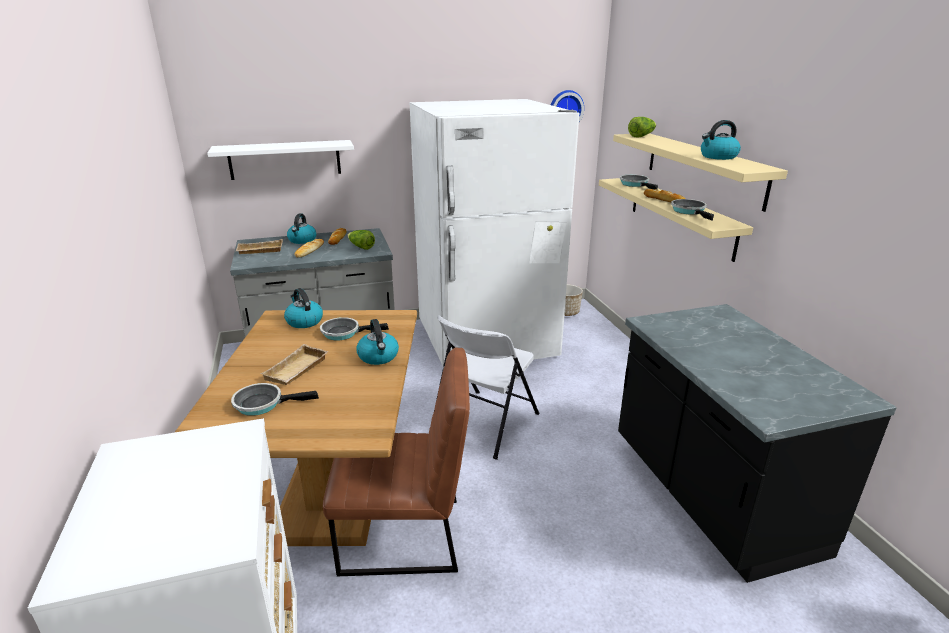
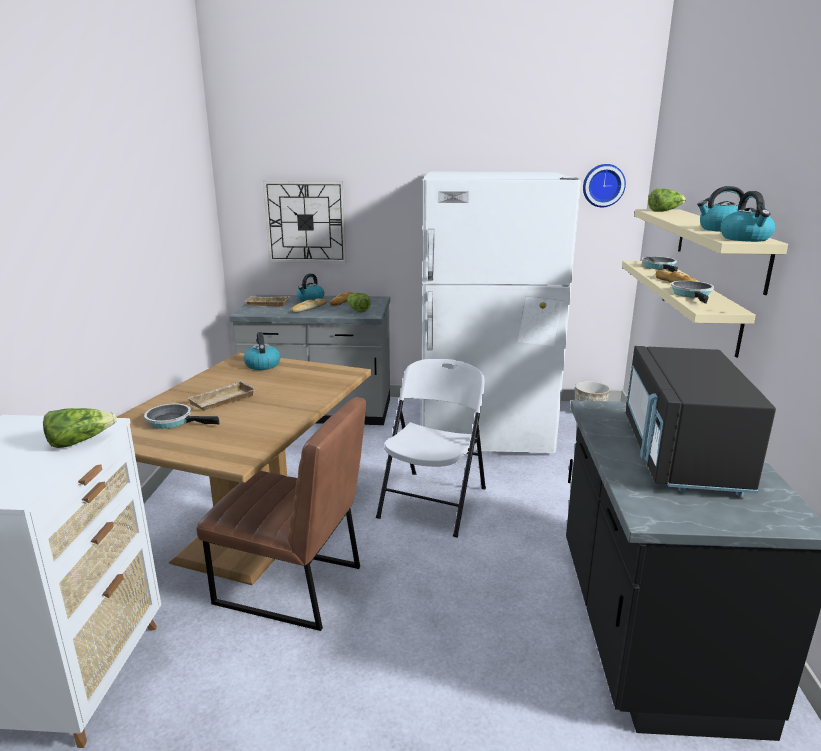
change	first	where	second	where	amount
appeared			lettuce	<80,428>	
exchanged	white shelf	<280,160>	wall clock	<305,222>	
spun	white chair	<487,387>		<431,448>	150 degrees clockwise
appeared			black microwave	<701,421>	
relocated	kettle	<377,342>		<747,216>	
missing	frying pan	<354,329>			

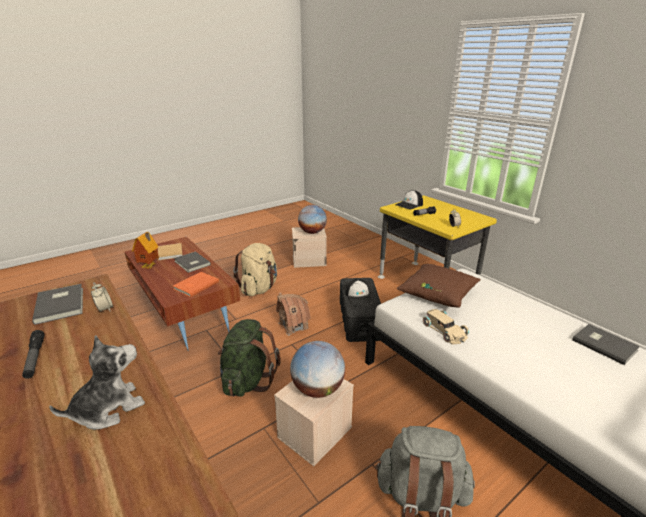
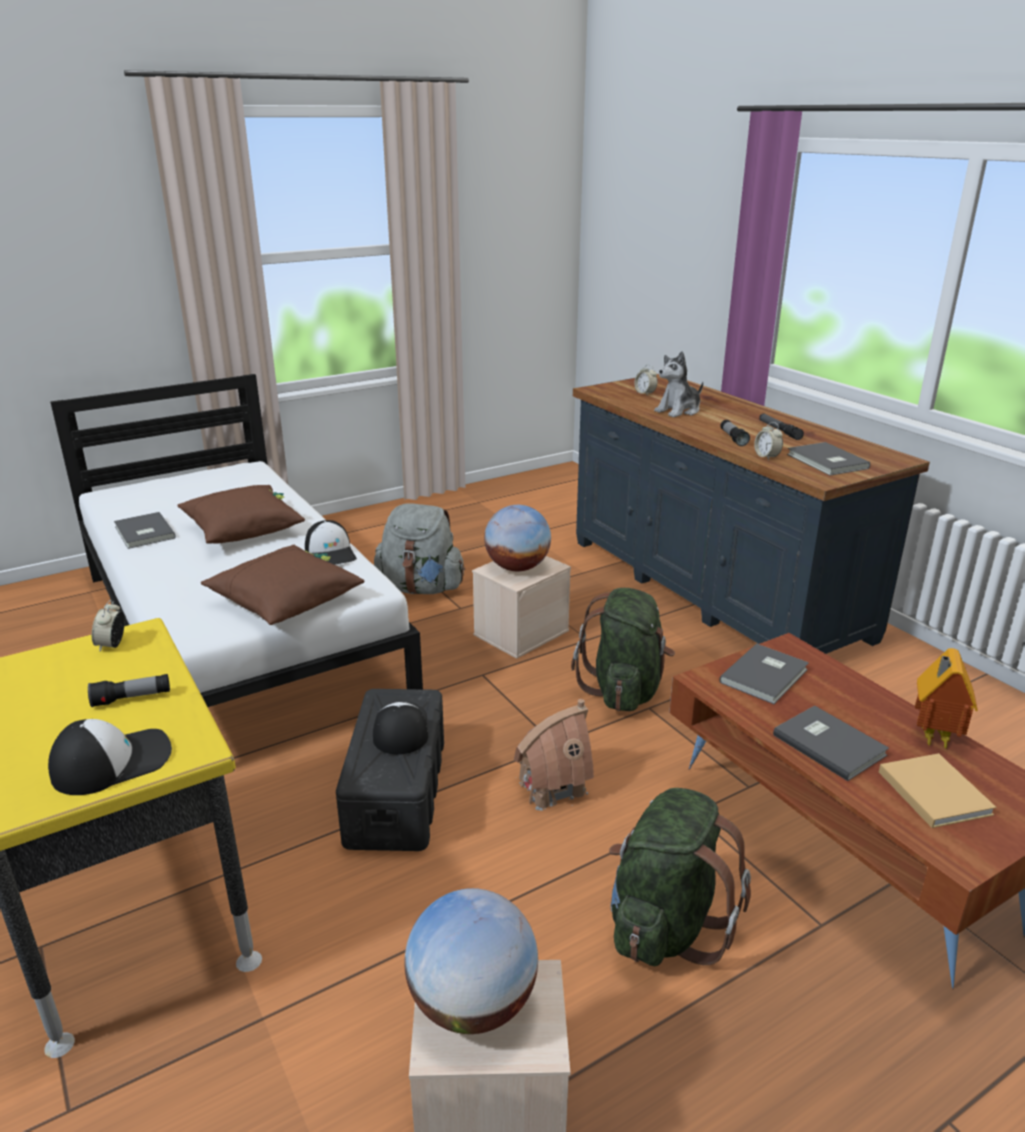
change	first	where	second	where	amount
appeared			brown pillow	<241,514>	
exchanged	beige toy car	<446,327>	cap	<331,542>	
colour	beige backpack	<255,269>	green backpack	<680,877>	
appeared			alarm clock	<645,380>	
colour	orange book	<196,284>	grey book	<764,673>	
appeared			flashlight	<735,433>	

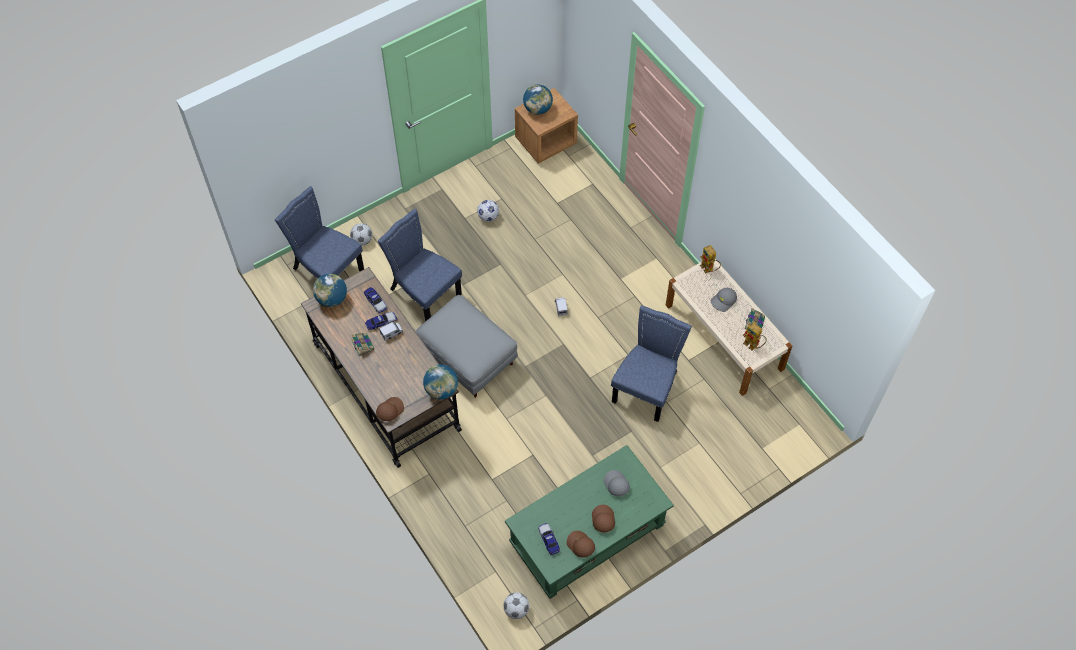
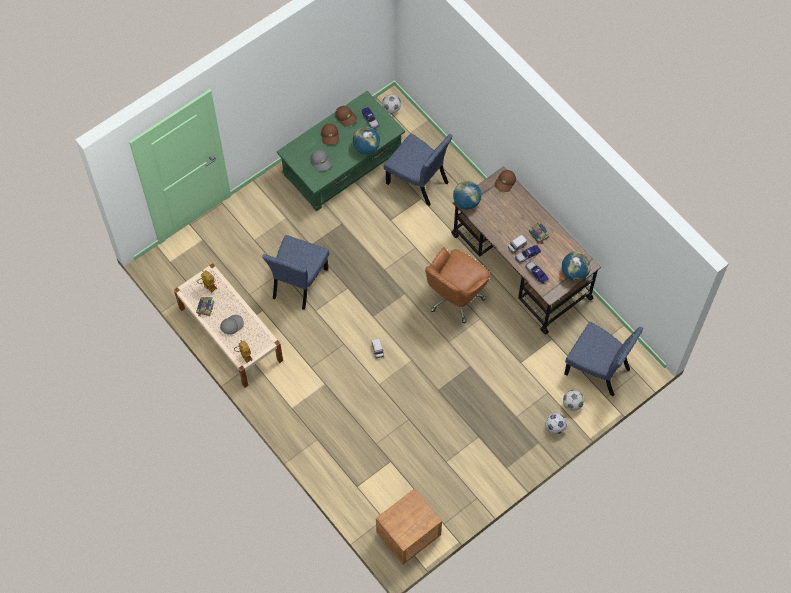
change	first	where	second	where	amount
relocated	globe	<538,100>		<366,140>	
relocated	blue chair	<420,265>		<418,169>	
exchanged	grey ottoman	<466,346>	brown office chair	<457,285>	
relocated	football	<488,211>		<556,423>	

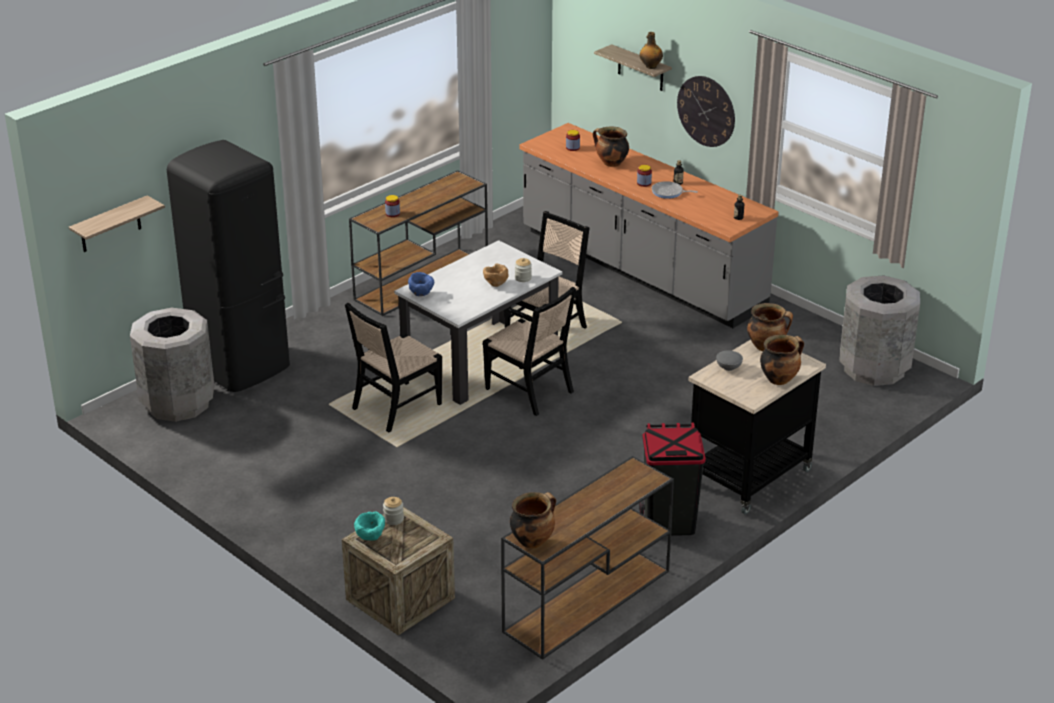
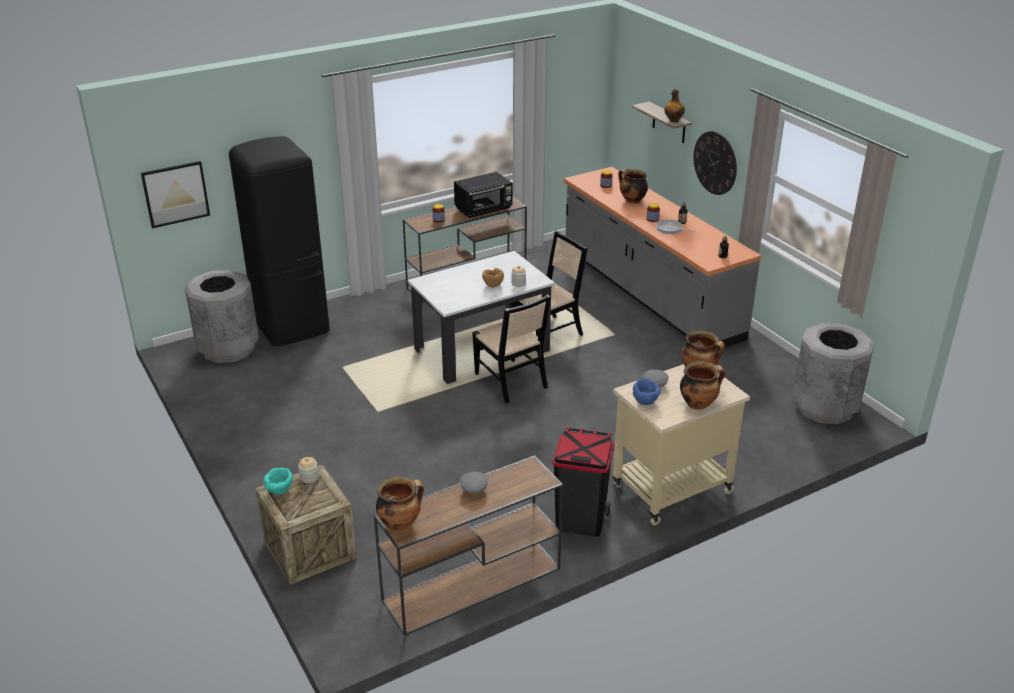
change	first	where	second	where	amount
exchanged	shelf	<117,223>	picture	<175,194>	
appeared			black microwave	<483,195>	
appeared			grey bowl	<474,483>	
colour	black cart	<757,427>	beige cart	<681,444>	
relocated	blue bowl	<421,284>		<647,391>	
missing	chair	<393,368>			

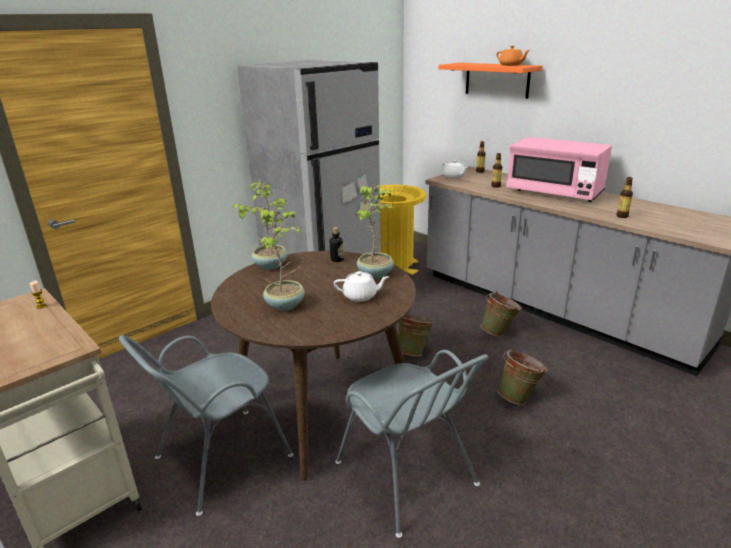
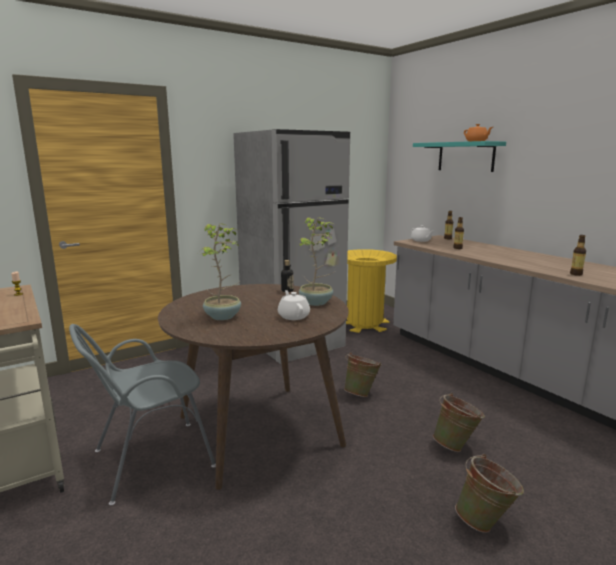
change	first	where	second	where	amount
spun	white teapot	<361,286>		<294,305>	120 degrees counterclockwise
colour	orange shelf	<490,81>	turquoise shelf	<459,156>	
relocated	green bucket	<501,314>		<489,493>	
missing	potted plant	<260,225>			
missing	grey chair	<411,444>			
missing	pink microwave	<559,169>			

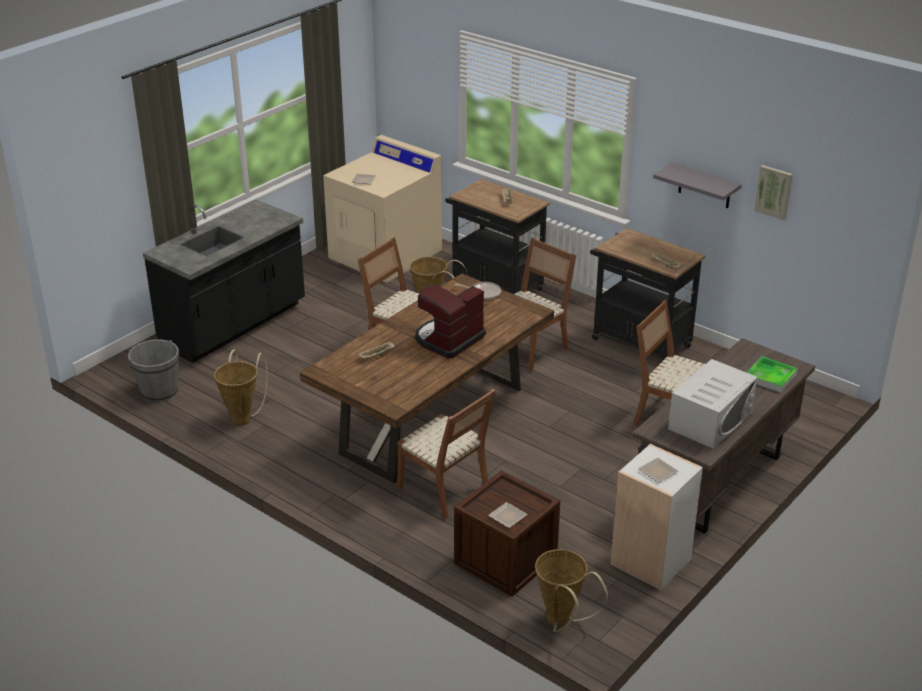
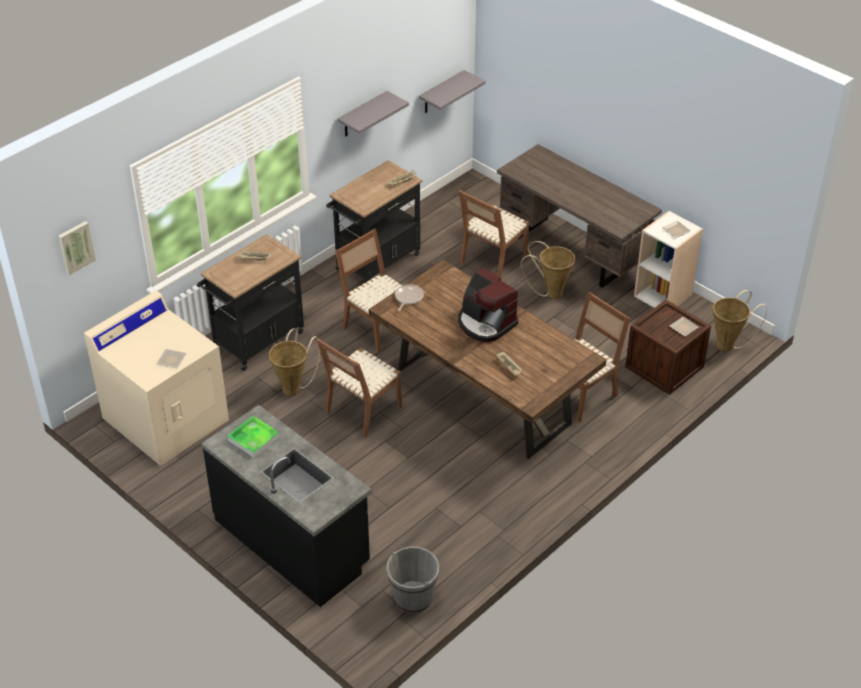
change	first	where	second	where	amount
relocated	picture	<773,192>		<77,248>	
relocated	tray	<772,374>		<253,437>	
appeared			grey shelf	<452,91>	
relocated	basket	<241,387>		<548,270>	
missing	white microwave	<712,404>			

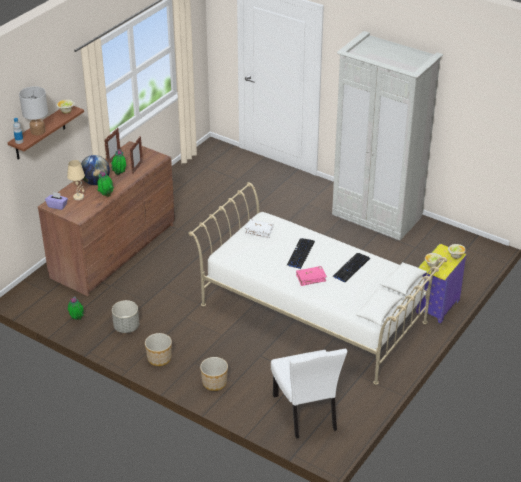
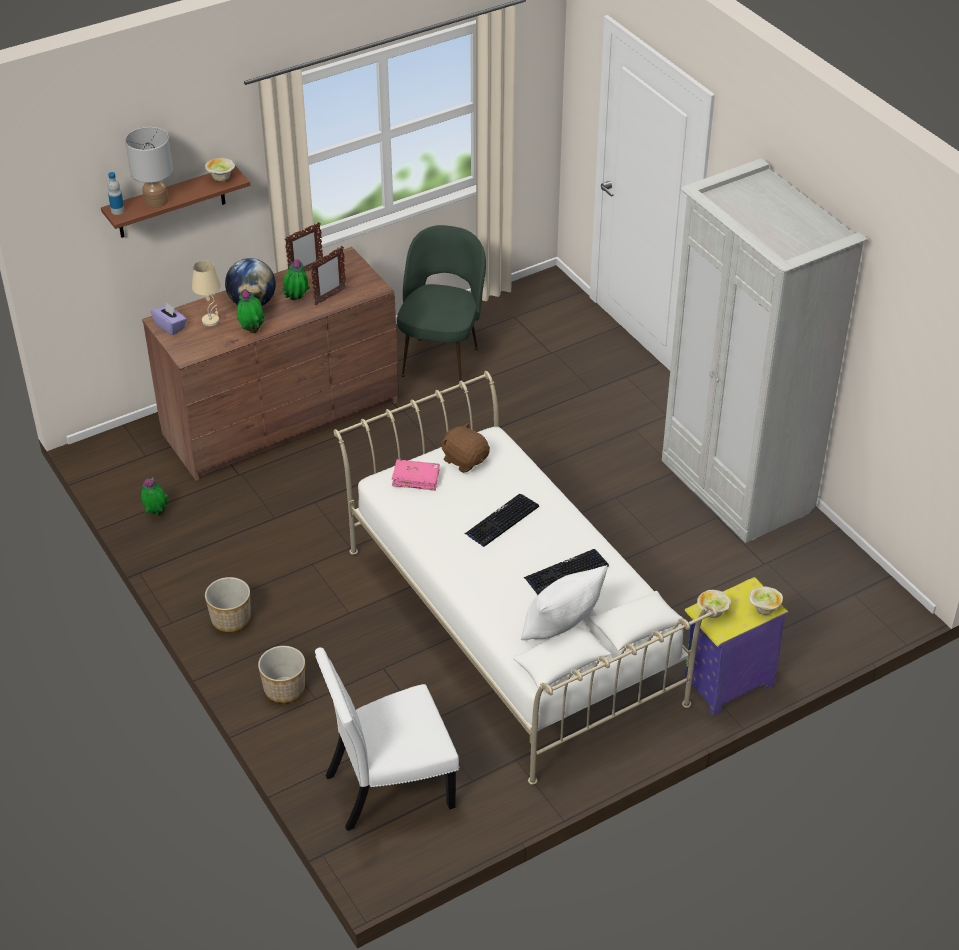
change	first	where	second	where	amount
spun	white chair	<309,394>		<387,739>	60 degrees clockwise
relocated	pink book	<311,276>		<416,475>	
appeared			green chair	<441,303>	
exchanged	white book	<259,228>	brown plush toy	<465,448>	
appeared			white pillow	<564,602>	
missing	grey planter	<125,316>			

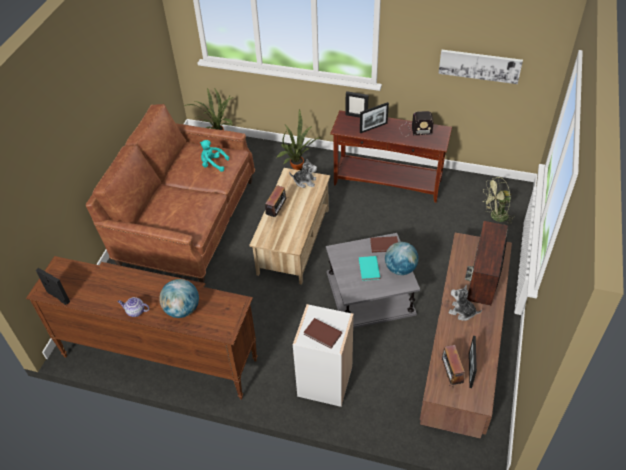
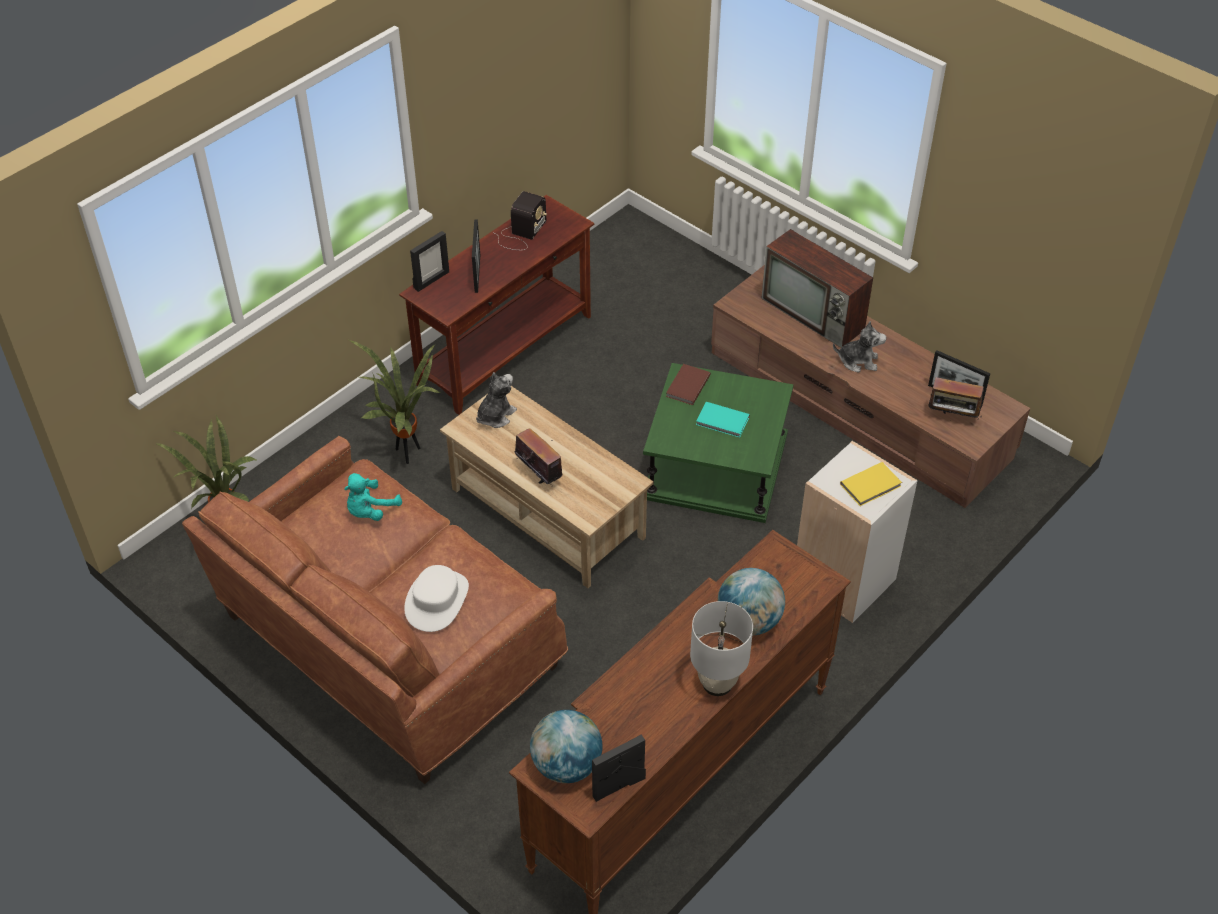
change	first	where	second	where	amount
appeared			white hat	<436,598>	
relocated	globe	<402,258>		<566,746>	
colour	grey side table	<373,280>	green side table	<718,443>	
exchanged	teapot	<133,307>	white table lamp	<721,648>	
spun	plush toy	<465,302>		<860,347>	135 degrees counterclockwise
colour	brown book	<322,333>	yellow book	<871,484>	
missing	picture	<480,67>			
missing	green fan	<499,201>			

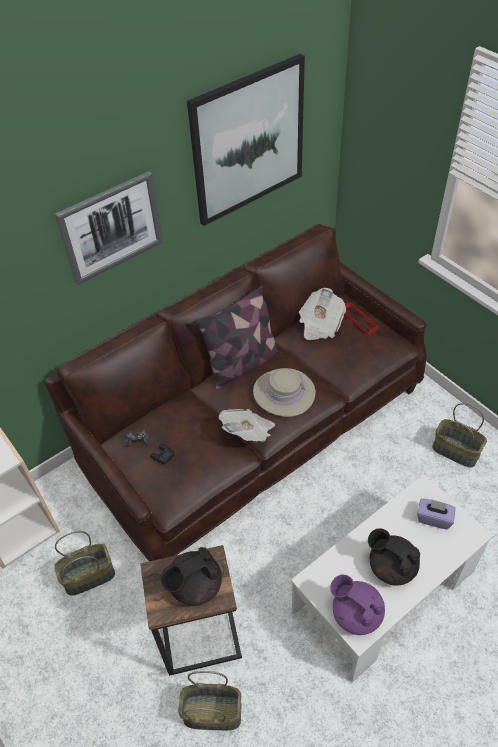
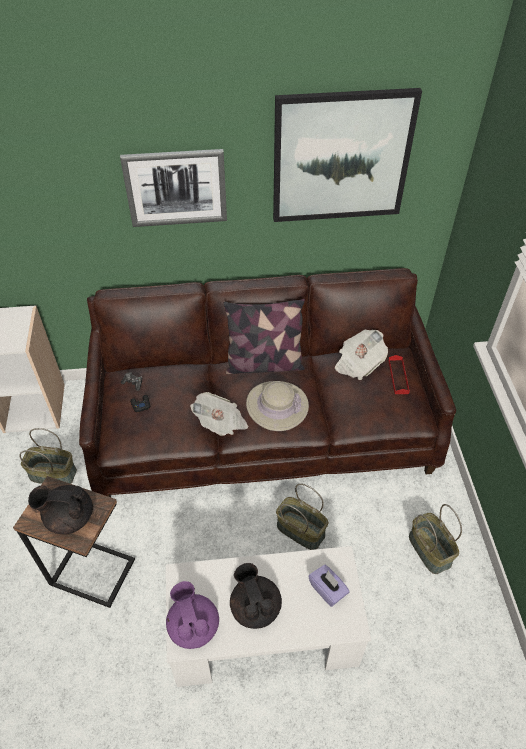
change	first	where	second	where	amount
relocated	basket	<210,700>		<302,516>	

